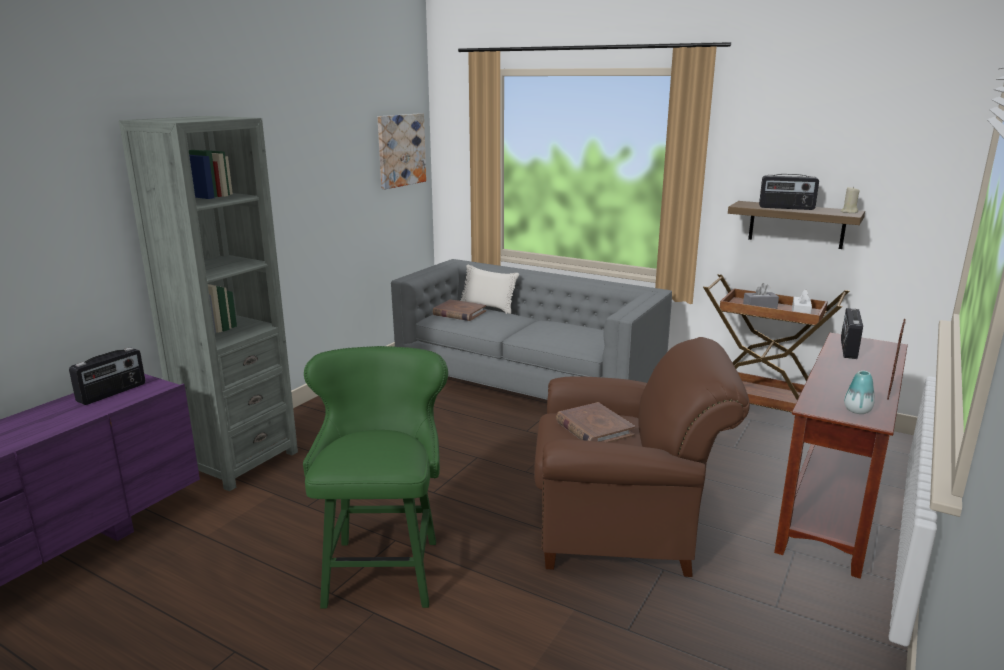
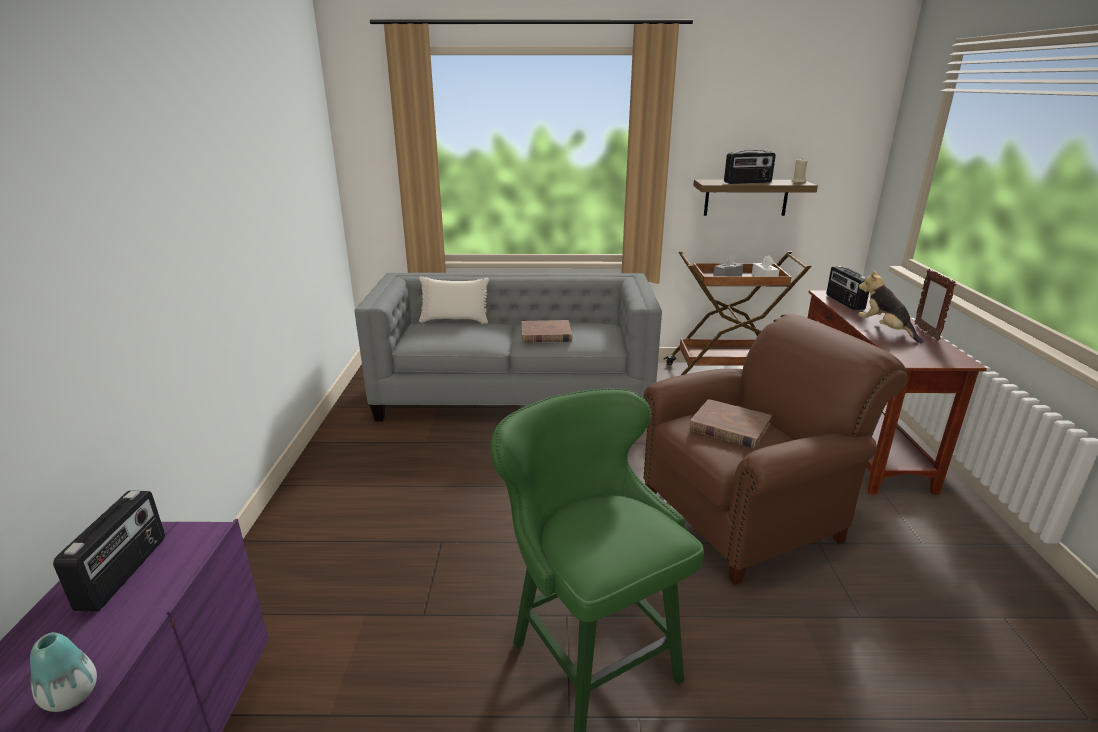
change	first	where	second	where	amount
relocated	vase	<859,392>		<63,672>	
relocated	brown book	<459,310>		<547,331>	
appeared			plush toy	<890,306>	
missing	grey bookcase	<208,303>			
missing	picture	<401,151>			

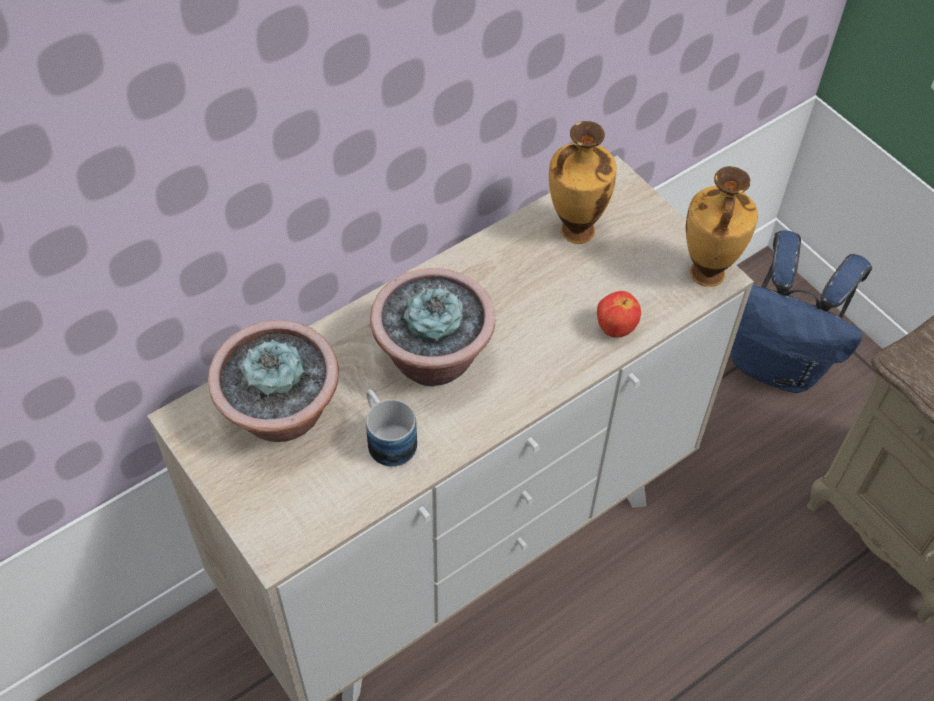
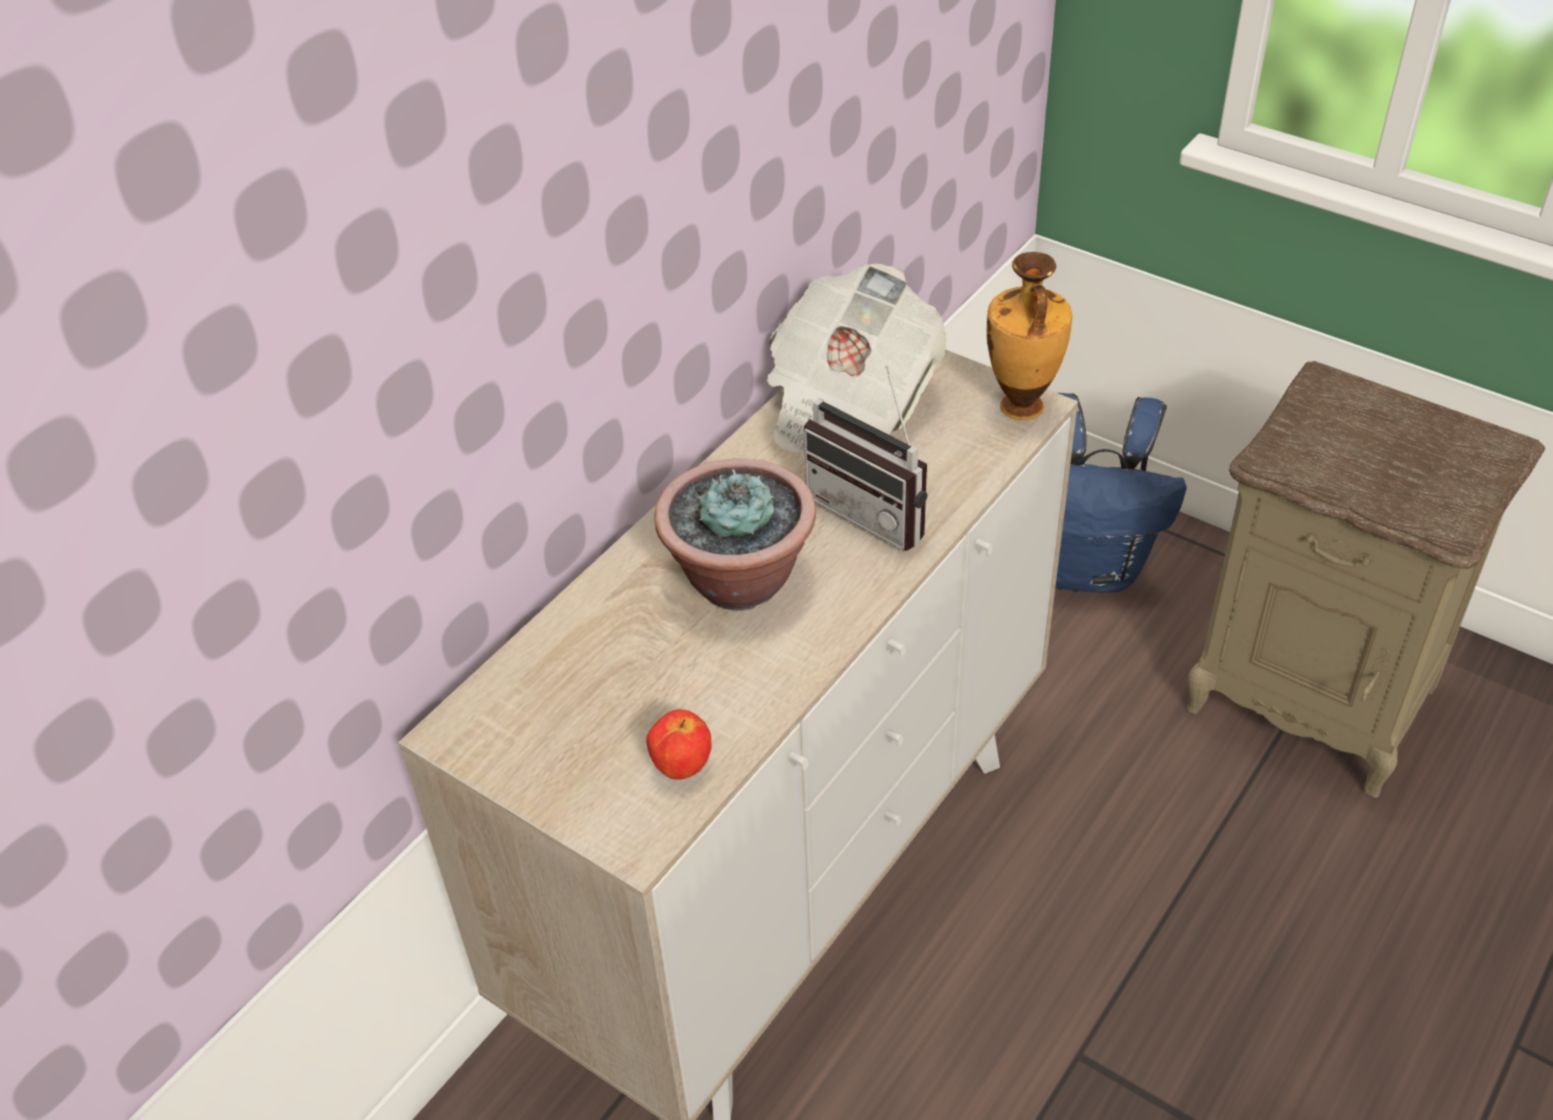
change	first	where	second	where	amount
relocated	apple	<619,314>		<679,744>	
exchanged	vase	<583,182>	newspaper	<857,358>	
appeared			radio	<866,458>	
missing	potted plant	<273,381>			
missing	mug	<391,428>			

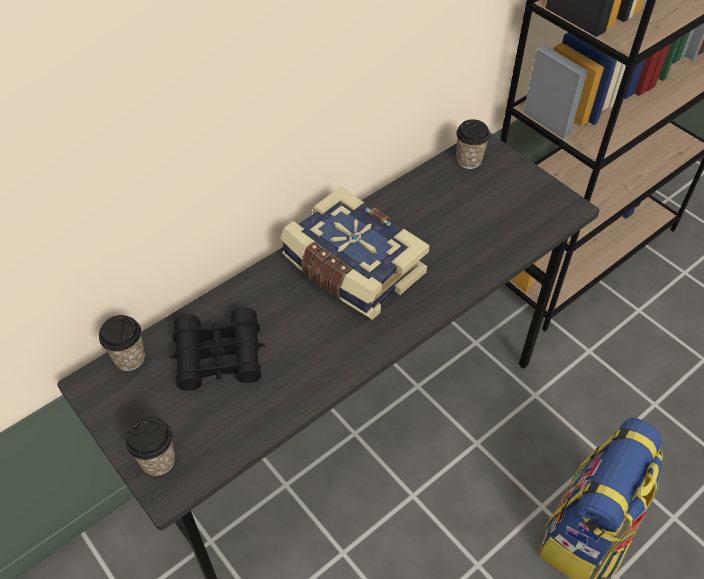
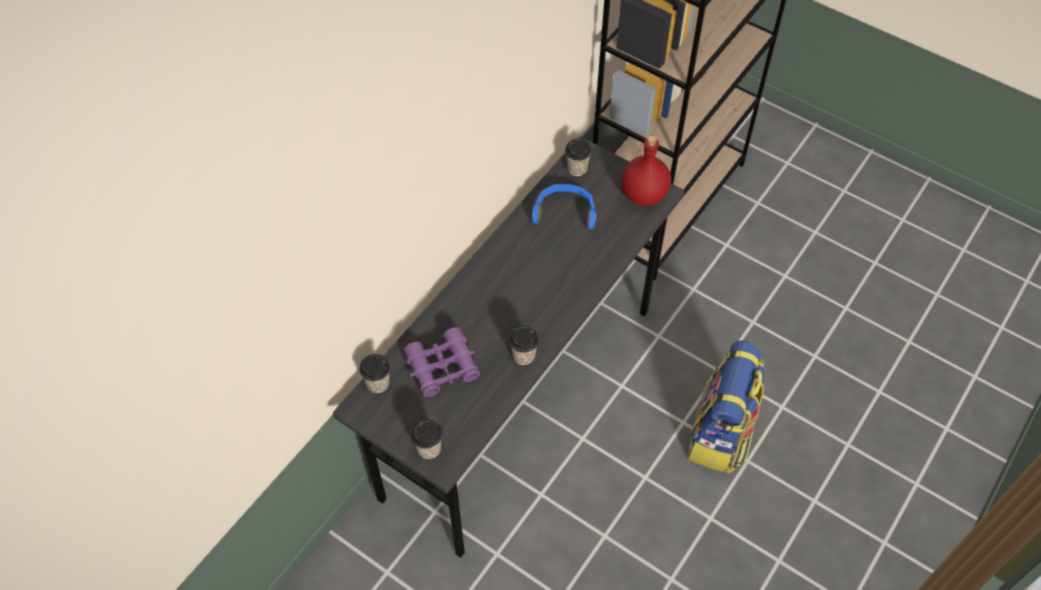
change	first	where	second	where	amount
colour	black binoculars	<217,349>	purple binoculars	<442,362>	
appeared			cup	<524,345>	
appeared			blue headphones	<564,206>	
appeared			red bottle	<646,170>	
missing	book	<355,253>			

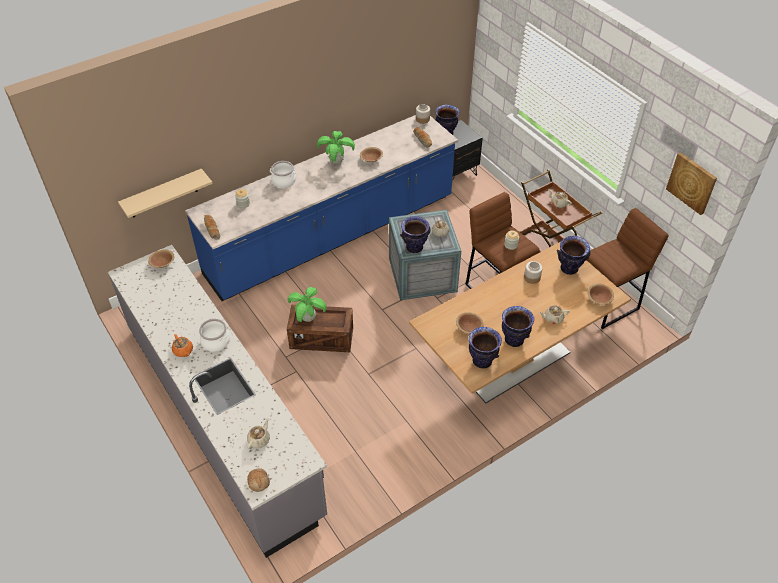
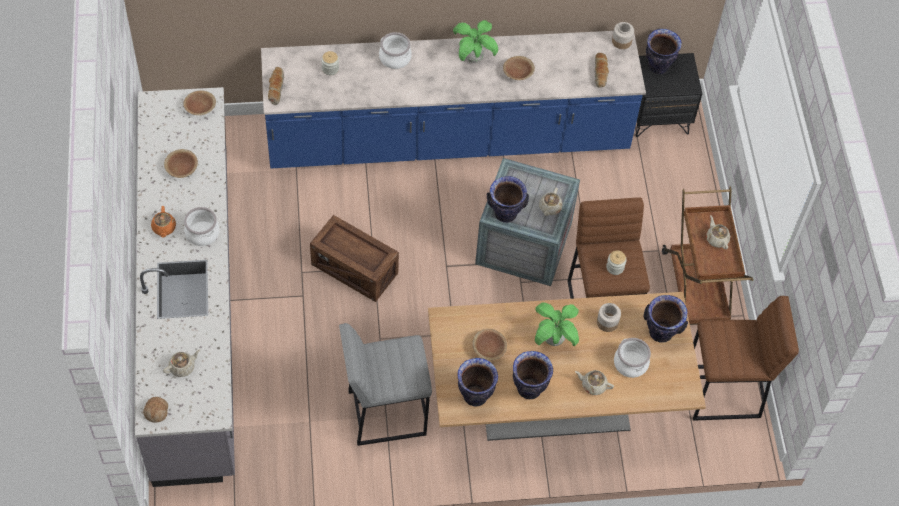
change	first	where	second	where	amount
relocated	brown bowl	<600,294>		<181,163>	
appeared			grey stool	<385,384>	
relocated	potted plant	<307,304>		<557,324>	
appeared			cooking pot	<632,358>	
missing	beige shelf	<165,193>			
missing	picture	<691,183>			

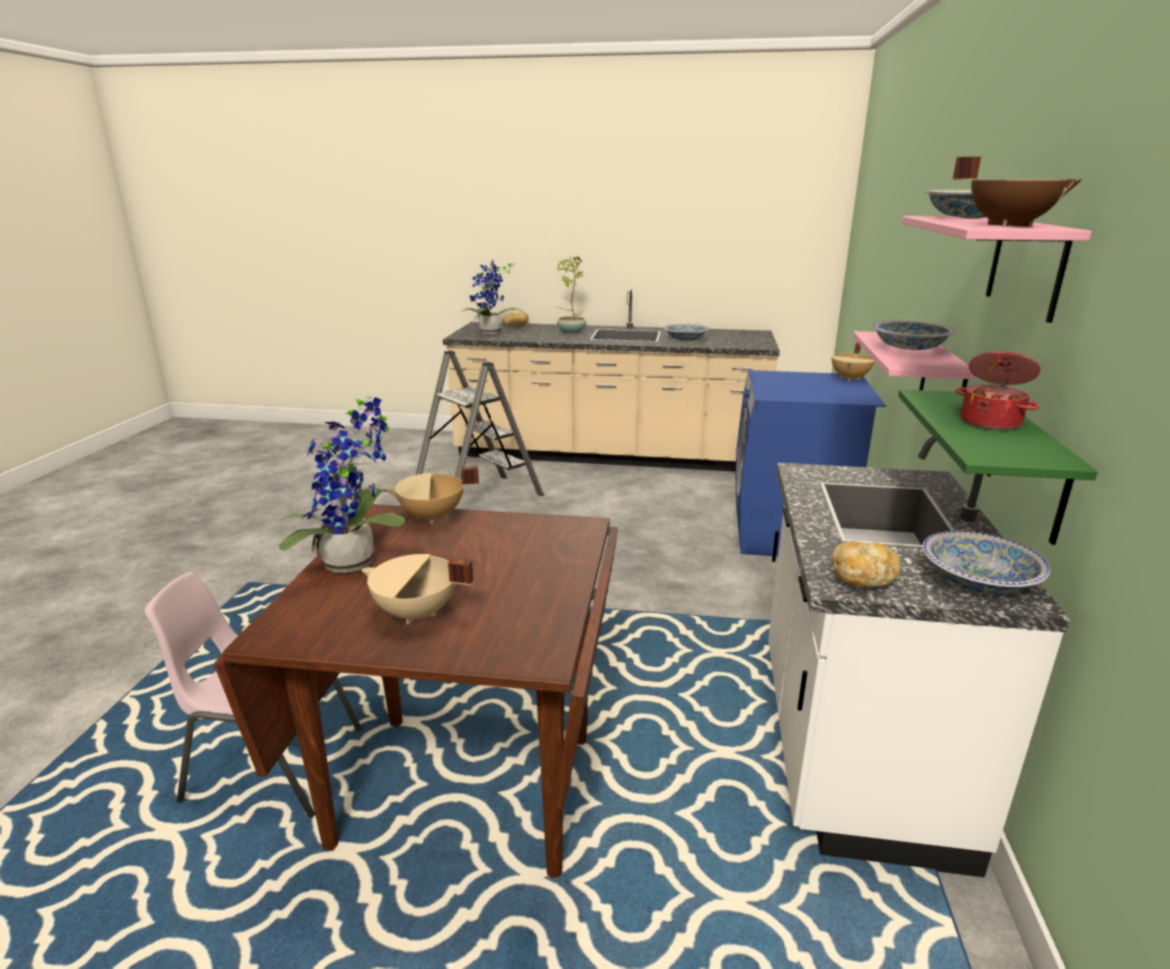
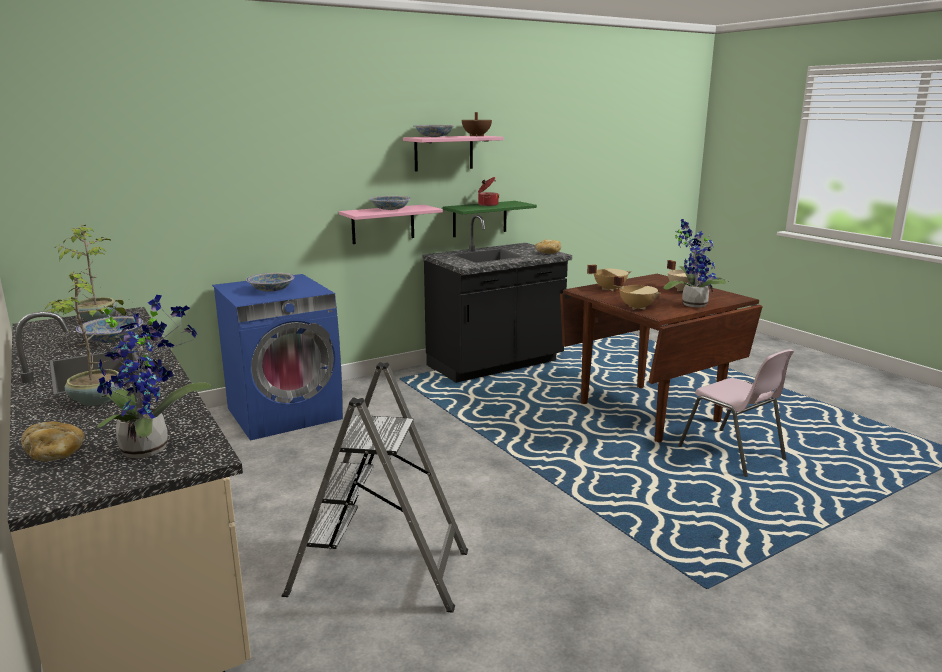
change	first	where	second	where	amount
appeared			potted plant	<85,273>	
relocated	bowl	<986,563>		<270,282>	
colour	white counter	<919,656>	black counter	<497,299>	
relocated	beige cooking pot	<853,361>		<609,277>	

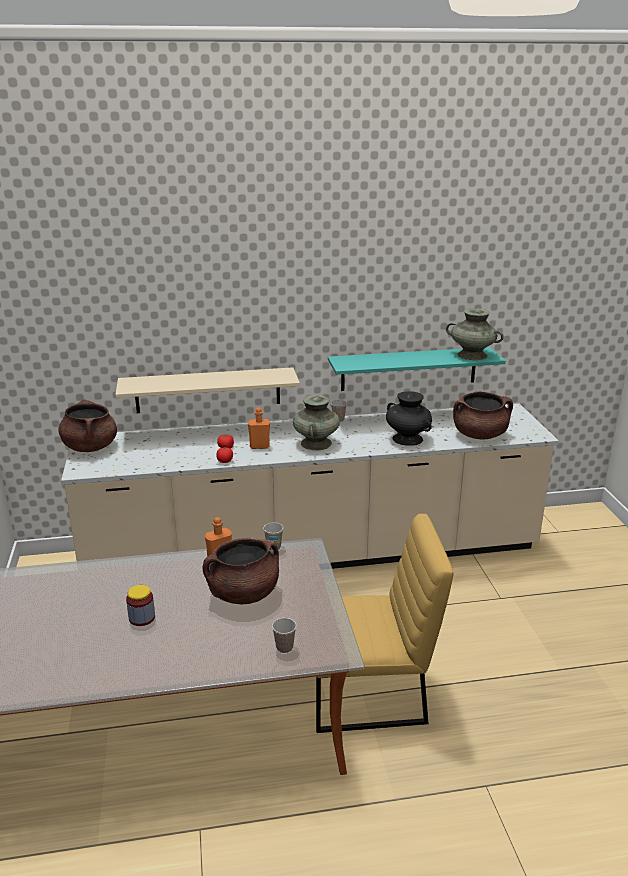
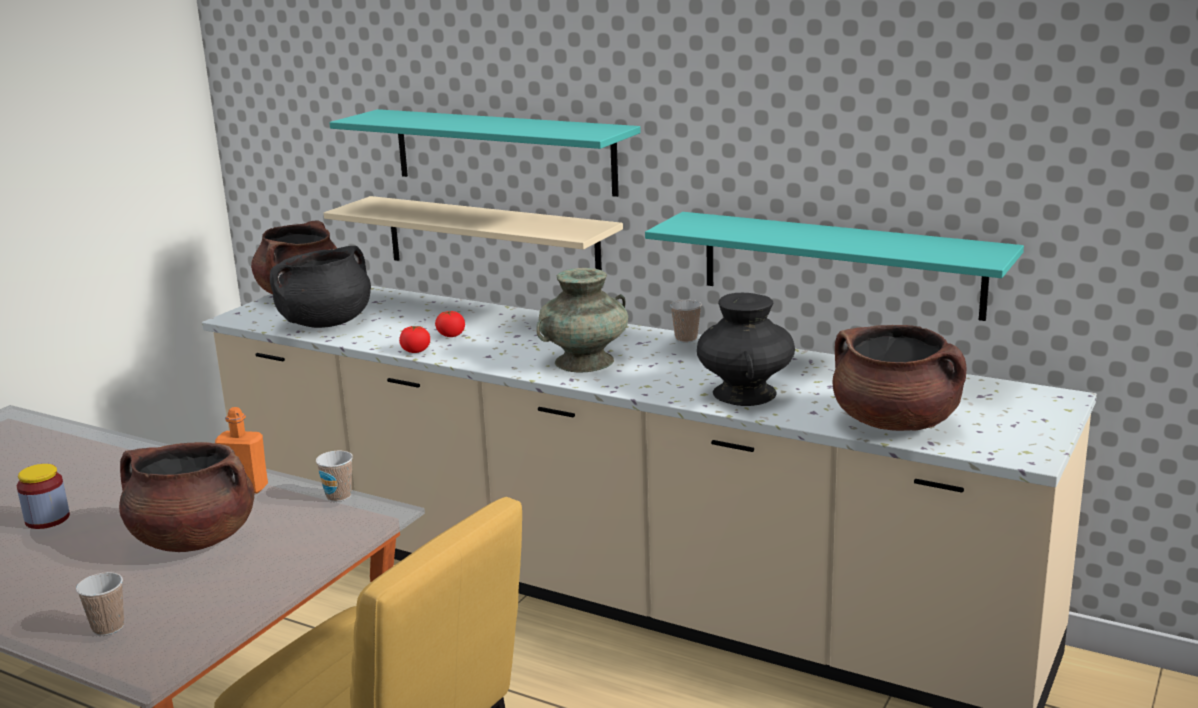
change	first	where	second	where	amount
appeared			black cooking pot	<320,287>	
appeared			turquoise shelf	<485,153>	
missing	orange bottle	<259,428>			
missing	turquoise vase	<475,334>			

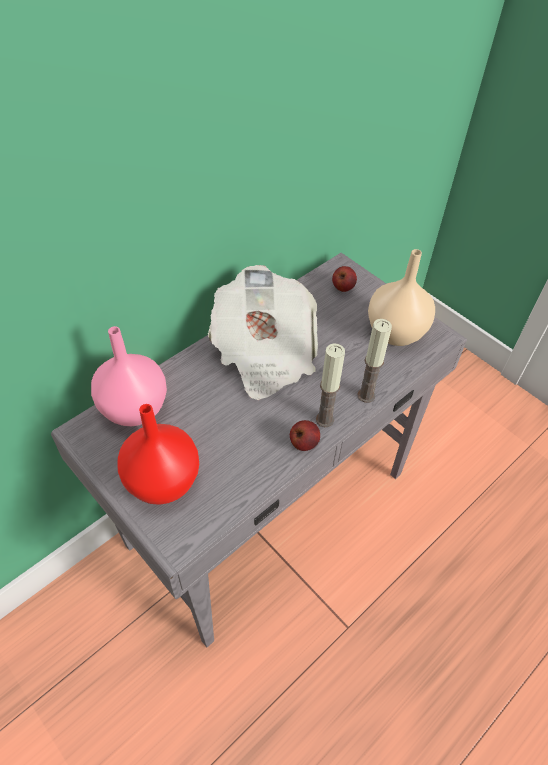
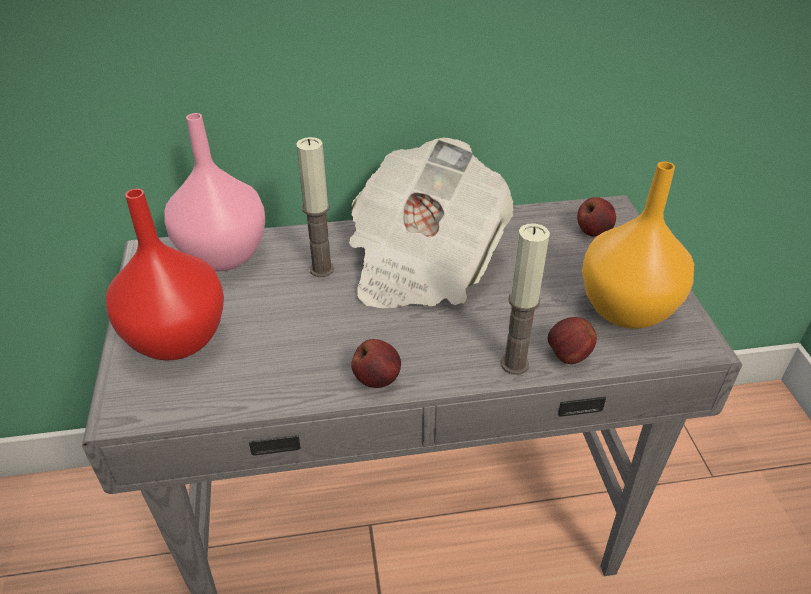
change	first	where	second	where	amount
relocated	candle	<330,385>		<315,207>	
appeared			apple	<572,340>	
colour	beige vase	<401,297>	orange vase	<638,245>	

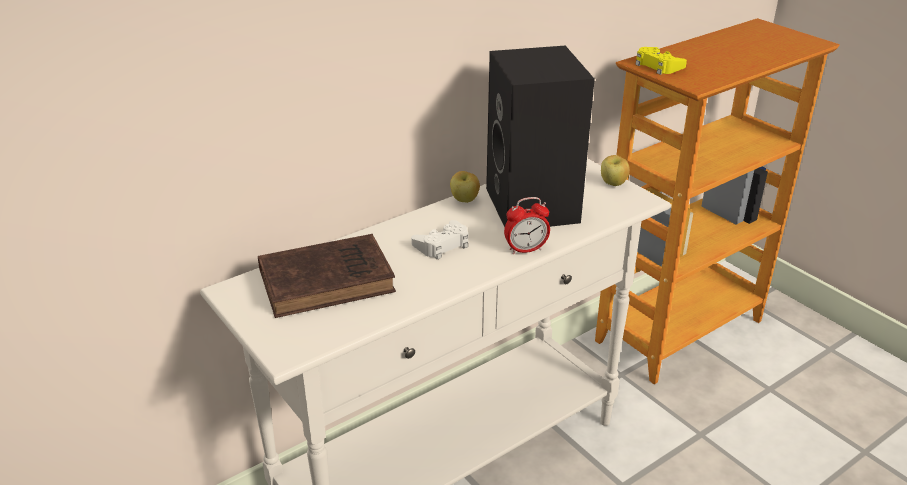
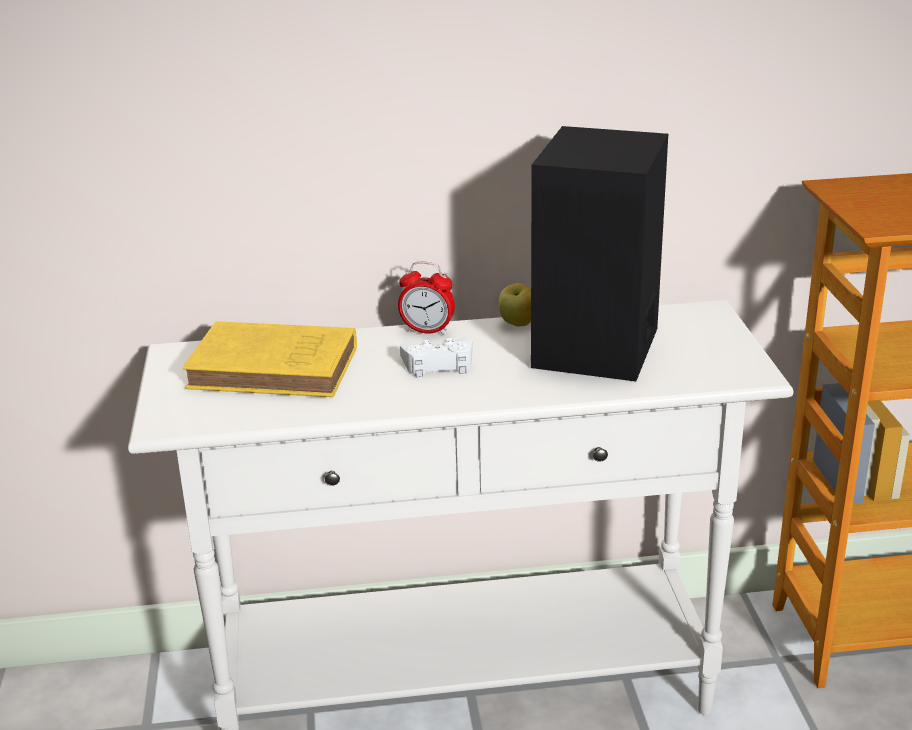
change	first	where	second	where	amount
colour	brown book	<327,276>	yellow book	<270,359>	
relocated	alarm clock	<527,225>		<426,298>	
missing	apple	<615,170>			
missing	yellow game controller	<661,61>			

